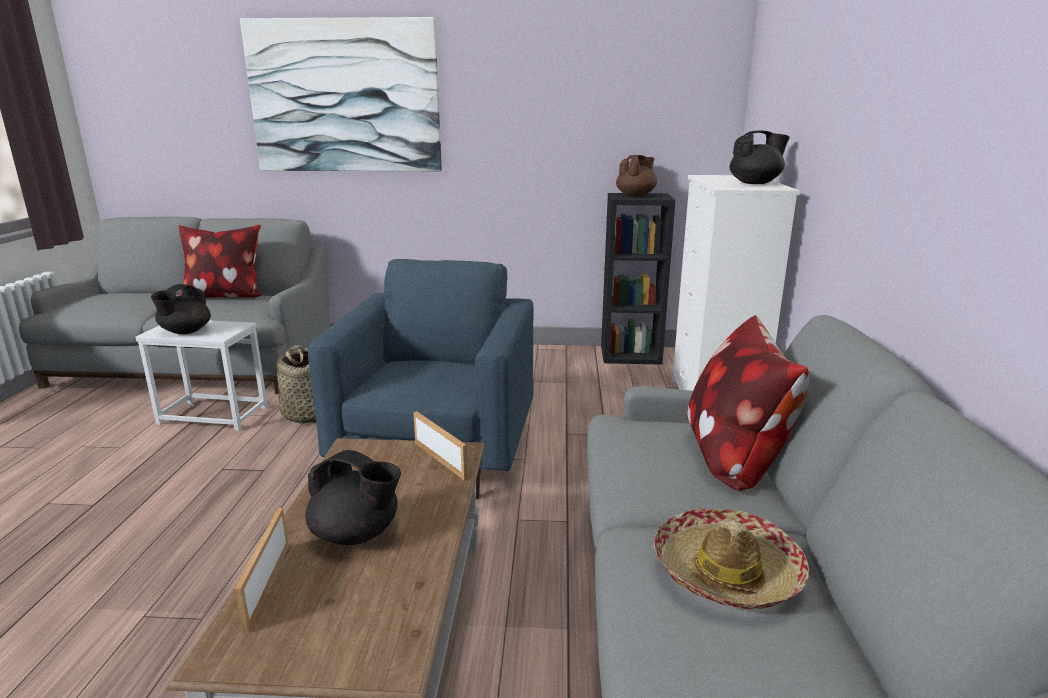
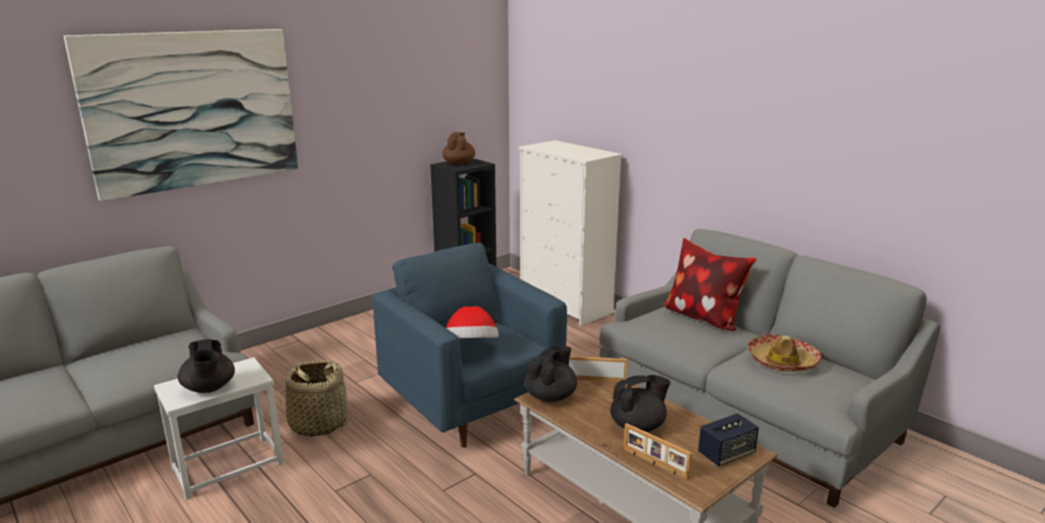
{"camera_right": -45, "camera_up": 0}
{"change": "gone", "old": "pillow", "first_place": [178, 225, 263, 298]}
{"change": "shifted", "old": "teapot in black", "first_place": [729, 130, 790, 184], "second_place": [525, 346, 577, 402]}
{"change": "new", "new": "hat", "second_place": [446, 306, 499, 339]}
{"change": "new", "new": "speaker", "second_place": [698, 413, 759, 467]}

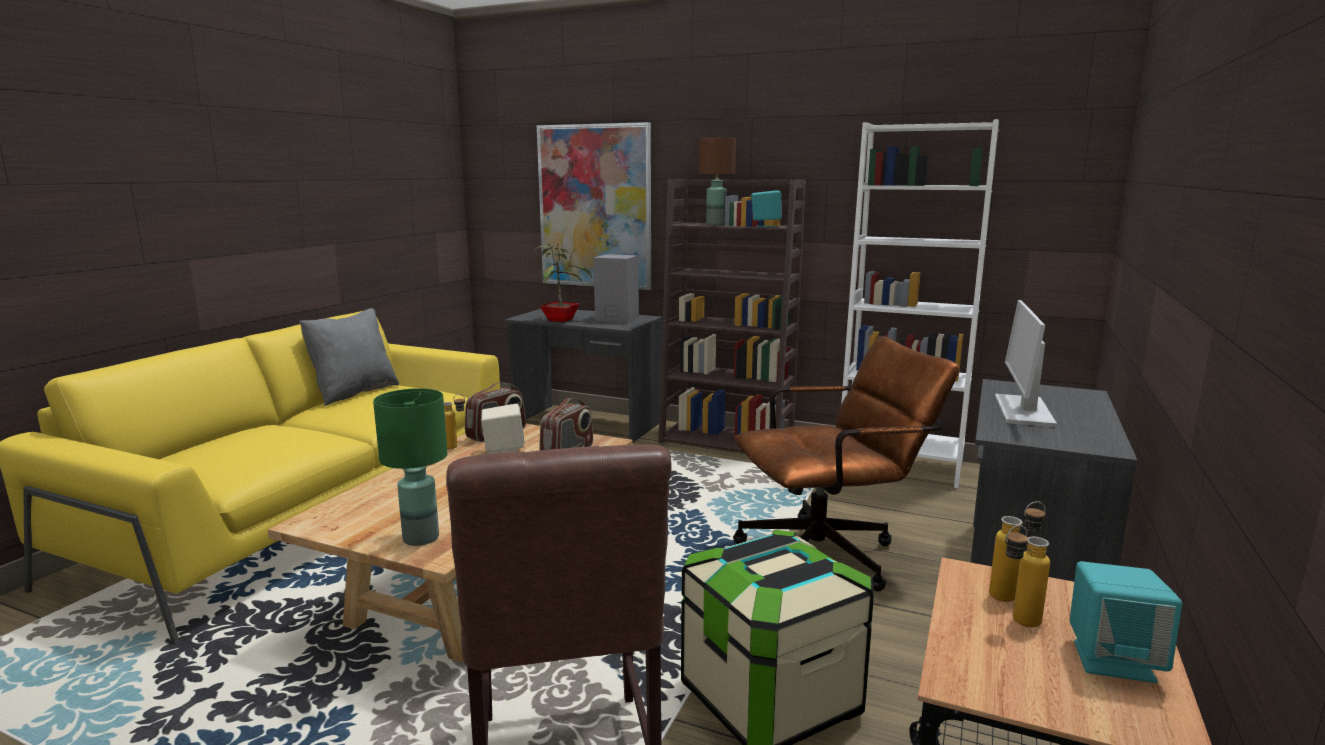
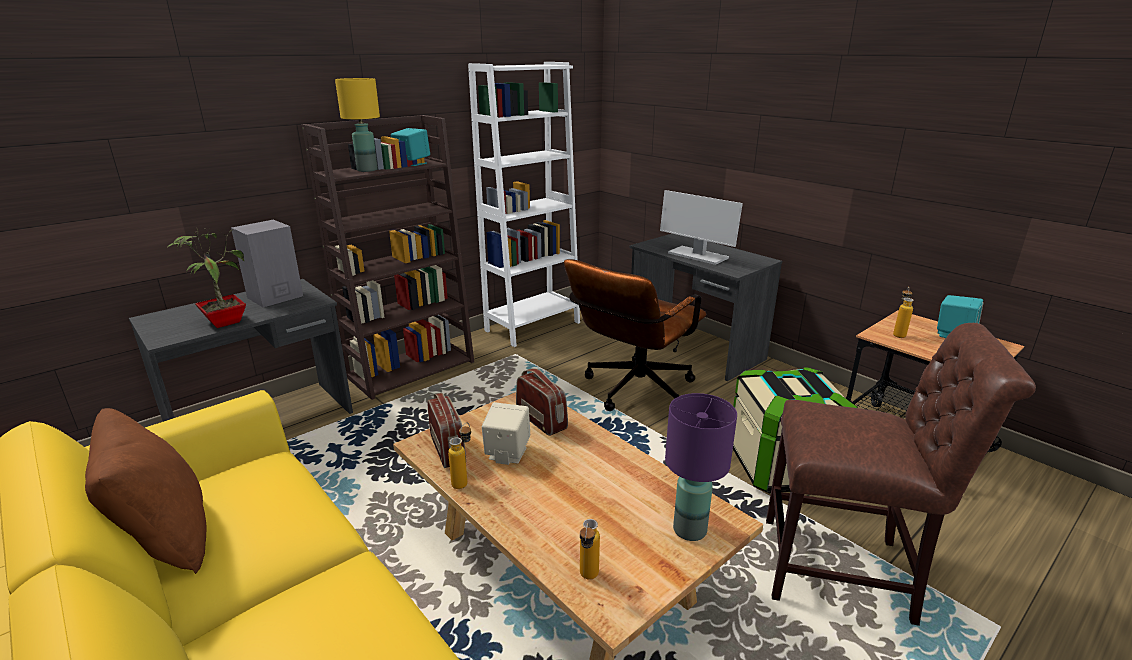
{"camera_right": -65, "camera_up": 10}
{"change": "repainted", "old": "pillow in grey", "new": "pillow in brown", "first_place": [299, 308, 399, 406], "second_place": [85, 408, 206, 574]}
{"change": "repainted", "old": "table lamp in green", "new": "table lamp in purple", "first_place": [373, 388, 448, 546], "second_place": [665, 393, 737, 541]}
{"change": "gone", "old": "picture", "first_place": [537, 122, 651, 290]}
{"change": "repainted", "old": "table lamp in brown", "new": "table lamp in yellow", "first_place": [699, 137, 736, 225], "second_place": [335, 78, 380, 172]}
{"change": "rotated", "old": "office chair in brown", "first_place": [733, 336, 959, 592], "second_place": [564, 259, 706, 411], "degrees": -150}
{"change": "shifted", "old": "bottle", "first_place": [1005, 525, 1050, 627], "second_place": [580, 519, 600, 580]}

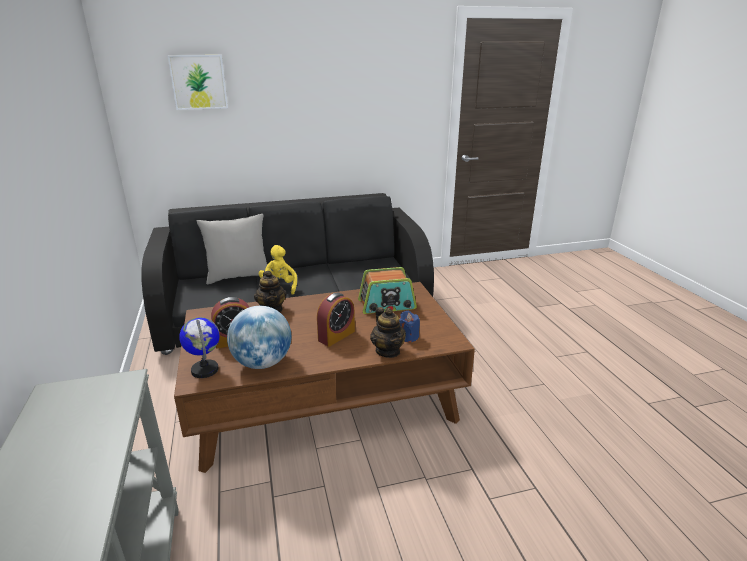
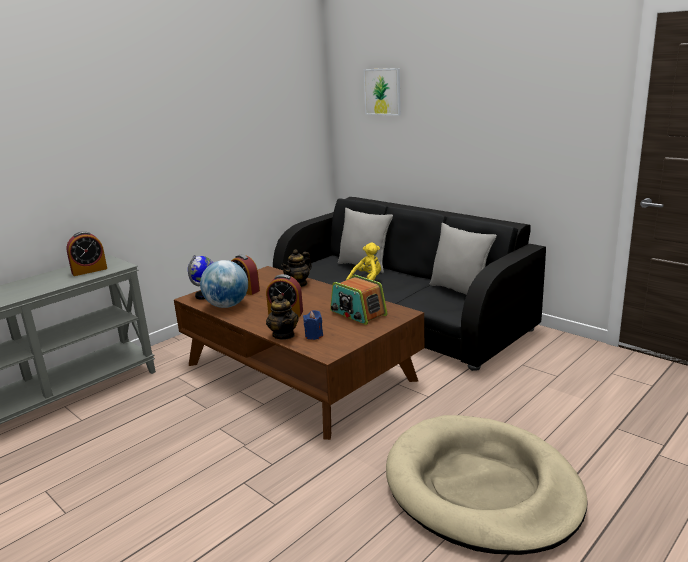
{"camera_right": 60, "camera_up": -5}
{"change": "rotated", "old": "teapot", "first_place": [370, 307, 406, 358], "second_place": [266, 294, 299, 340], "degrees": -60}
{"change": "new", "new": "alarm clock", "second_place": [66, 231, 107, 276]}
{"change": "new", "new": "dog bed in beige", "second_place": [386, 415, 588, 555]}
{"change": "new", "new": "pillow in grey", "second_place": [430, 223, 497, 295]}

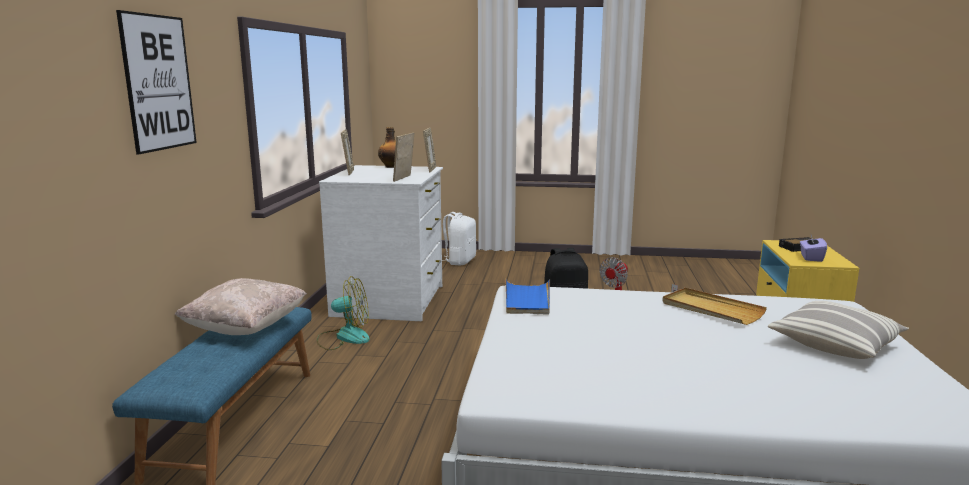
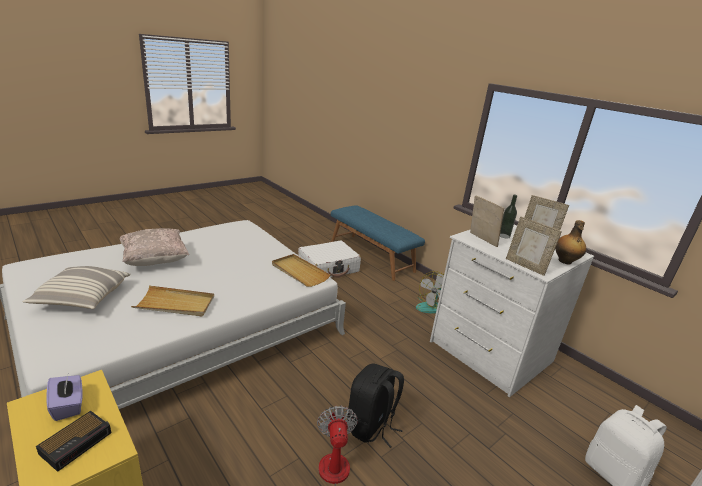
{"camera_right": 130, "camera_up": 10}
{"change": "gone", "old": "picture", "first_place": [116, 10, 197, 154]}
{"change": "shifted", "old": "pillow in beige", "first_place": [174, 278, 307, 335], "second_place": [120, 228, 189, 266]}
{"change": "repainted", "old": "tray in blue", "new": "tray in beige", "first_place": [505, 278, 550, 314], "second_place": [272, 254, 330, 287]}
{"change": "new", "new": "suitcase in white", "second_place": [298, 241, 361, 278]}
{"change": "new", "new": "bottle", "second_place": [500, 195, 517, 239]}

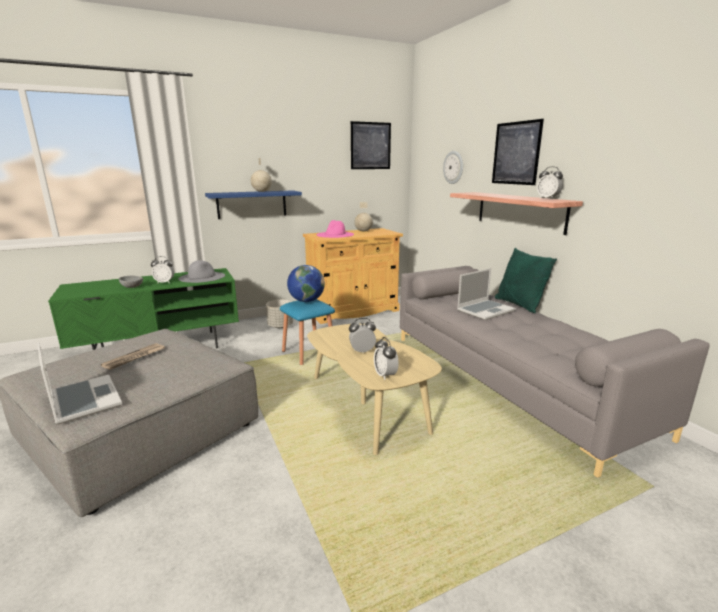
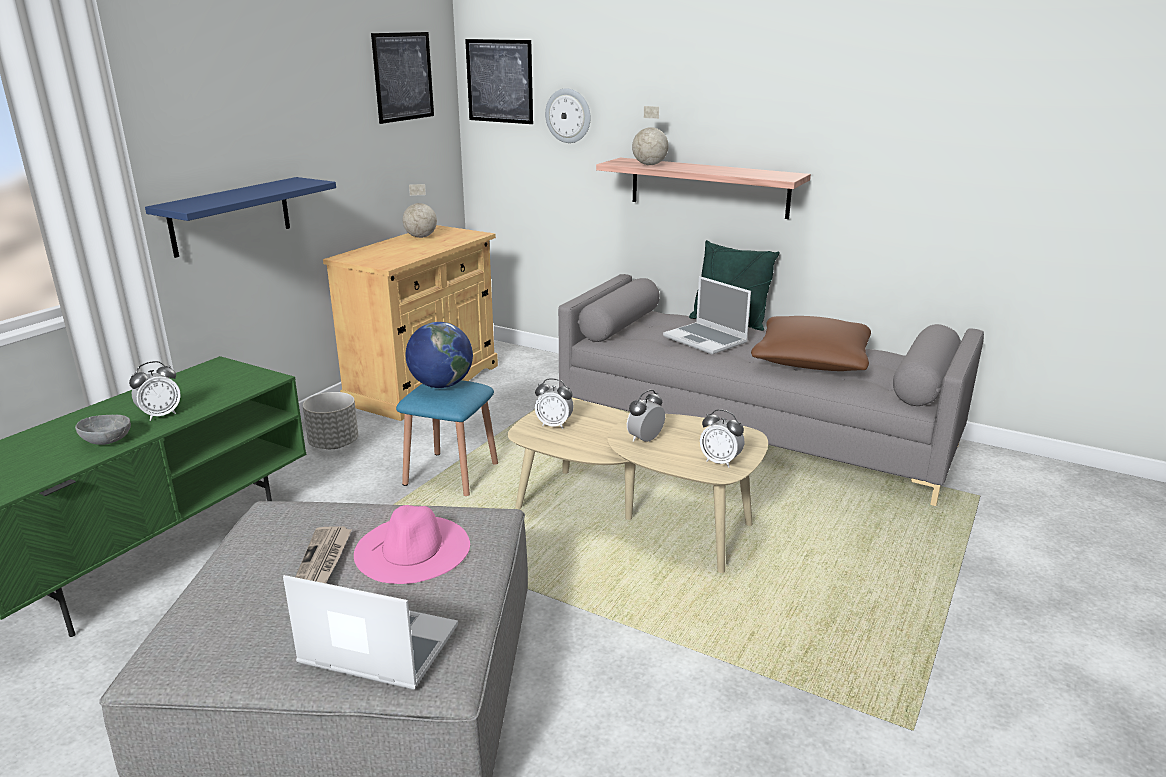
{"camera_right": -35, "camera_up": 5}
{"change": "gone", "old": "hat in grey", "first_place": [178, 260, 225, 283]}
{"change": "shifted", "old": "globe", "first_place": [251, 158, 272, 192], "second_place": [632, 106, 669, 165]}
{"change": "shifted", "old": "hat in pink", "first_place": [317, 220, 354, 238], "second_place": [354, 505, 470, 584]}
{"change": "rotated", "old": "laptop", "first_place": [457, 268, 516, 320], "second_place": [663, 276, 751, 354], "degrees": 120}
{"change": "shifted", "old": "picture", "first_place": [492, 119, 544, 185], "second_place": [465, 39, 533, 124]}
{"change": "shifted", "old": "alarm clock", "first_place": [537, 166, 563, 199], "second_place": [535, 378, 574, 429]}
{"change": "new", "new": "pillow in brown", "second_place": [751, 316, 871, 371]}

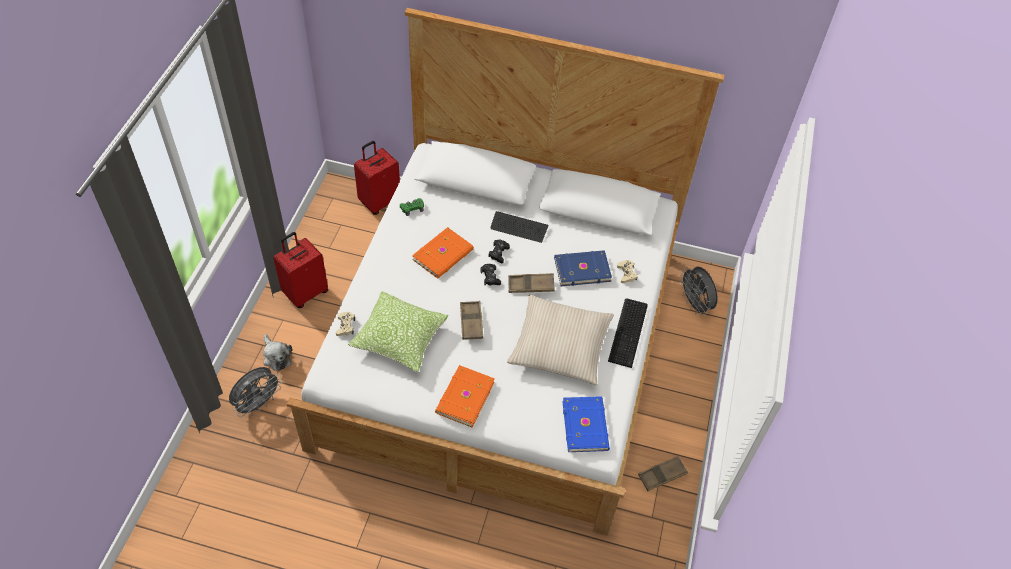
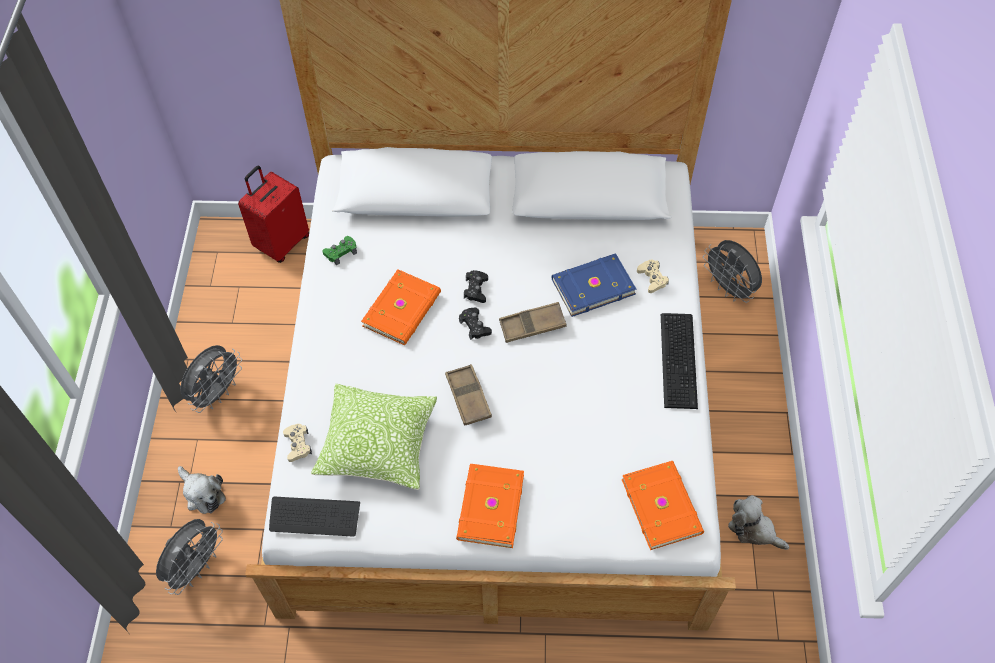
{"camera_right": -10, "camera_up": 5}
{"change": "swapped", "old": "suitcase in red", "new": "fan in grey", "first_place": [273, 232, 328, 308], "second_place": [180, 345, 242, 413]}
{"change": "shifted", "old": "keyboard", "first_place": [491, 211, 549, 243], "second_place": [269, 497, 360, 537]}
{"change": "gone", "old": "pillow in beige", "first_place": [507, 295, 614, 385]}
{"change": "repainted", "old": "book in blue", "new": "book in orange", "first_place": [562, 396, 610, 452], "second_place": [622, 461, 704, 550]}
{"change": "swapped", "old": "tray in brown", "new": "plush toy", "first_place": [638, 456, 688, 491], "second_place": [728, 495, 789, 550]}

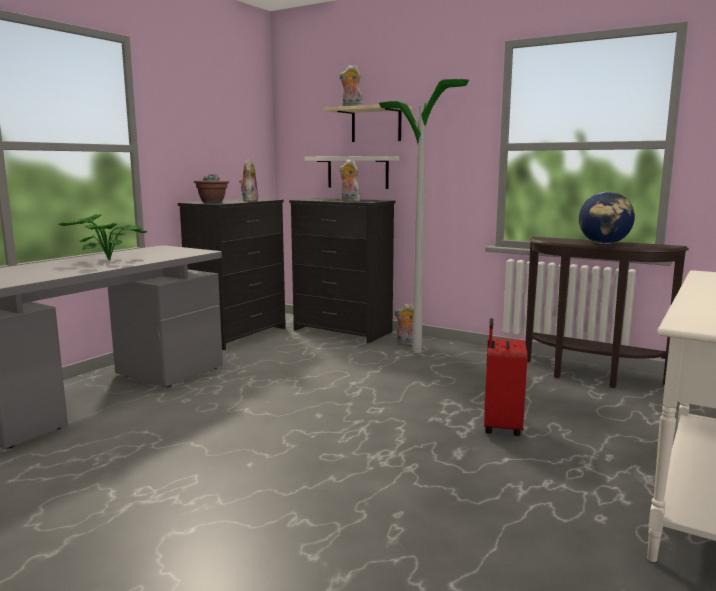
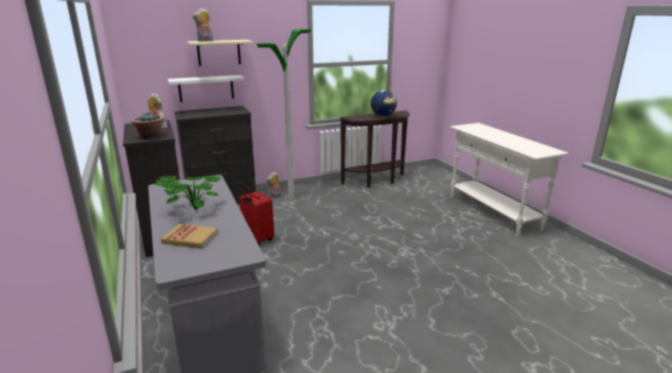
{"camera_right": -55, "camera_up": 10}
{"change": "gone", "old": "plush toy", "first_place": [339, 159, 361, 201]}
{"change": "shifted", "old": "suitcase in red", "first_place": [484, 318, 528, 436], "second_place": [239, 186, 274, 245]}
{"change": "new", "new": "book", "second_place": [161, 224, 218, 249]}

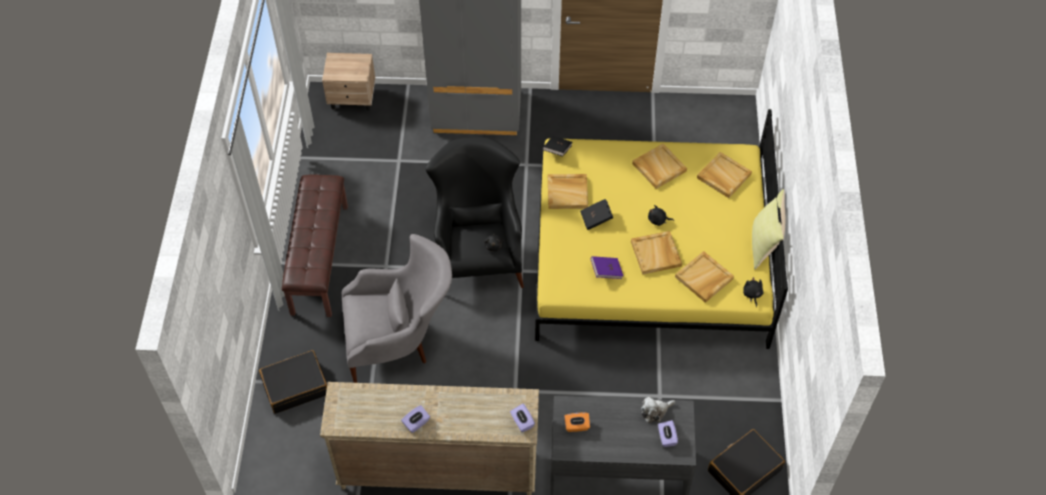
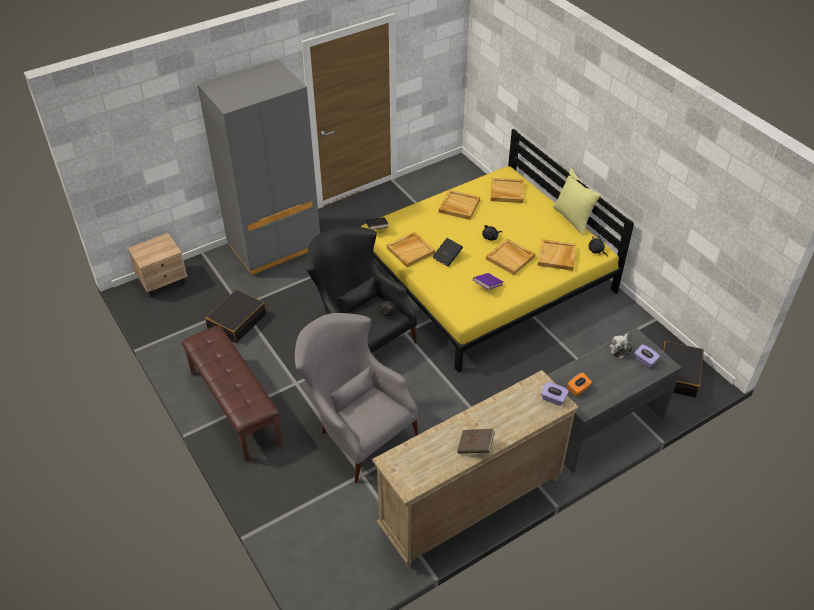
{"camera_right": -35, "camera_up": -10}
{"change": "shifted", "old": "suitcase in black", "first_place": [259, 350, 327, 414], "second_place": [205, 289, 266, 343]}
{"change": "rotated", "old": "armchair in grey", "first_place": [342, 234, 452, 383], "second_place": [295, 313, 419, 483], "degrees": -90}
{"change": "swapped", "old": "tissue box in purple", "new": "book in brown", "first_place": [401, 405, 430, 433], "second_place": [457, 428, 495, 454]}

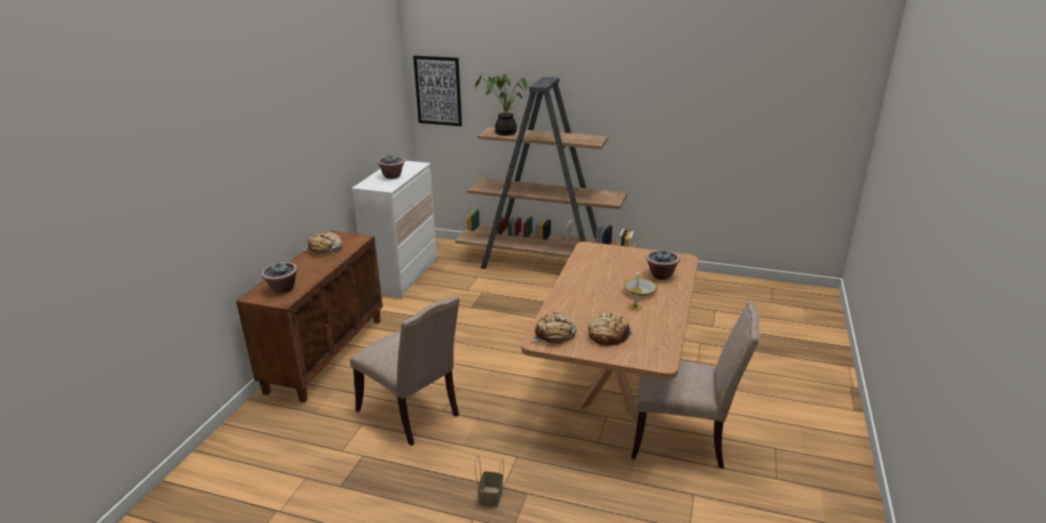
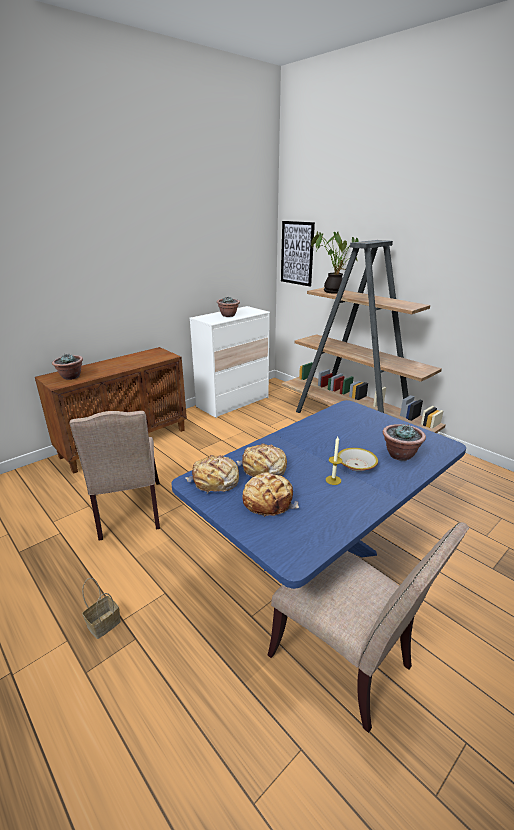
{"camera_right": 30, "camera_up": 0}
{"change": "shifted", "old": "bread", "first_place": [304, 231, 342, 255], "second_place": [237, 443, 287, 477]}
{"change": "repainted", "old": "dining table in brown", "new": "dining table in blue", "first_place": [521, 242, 698, 420], "second_place": [172, 400, 466, 589]}

